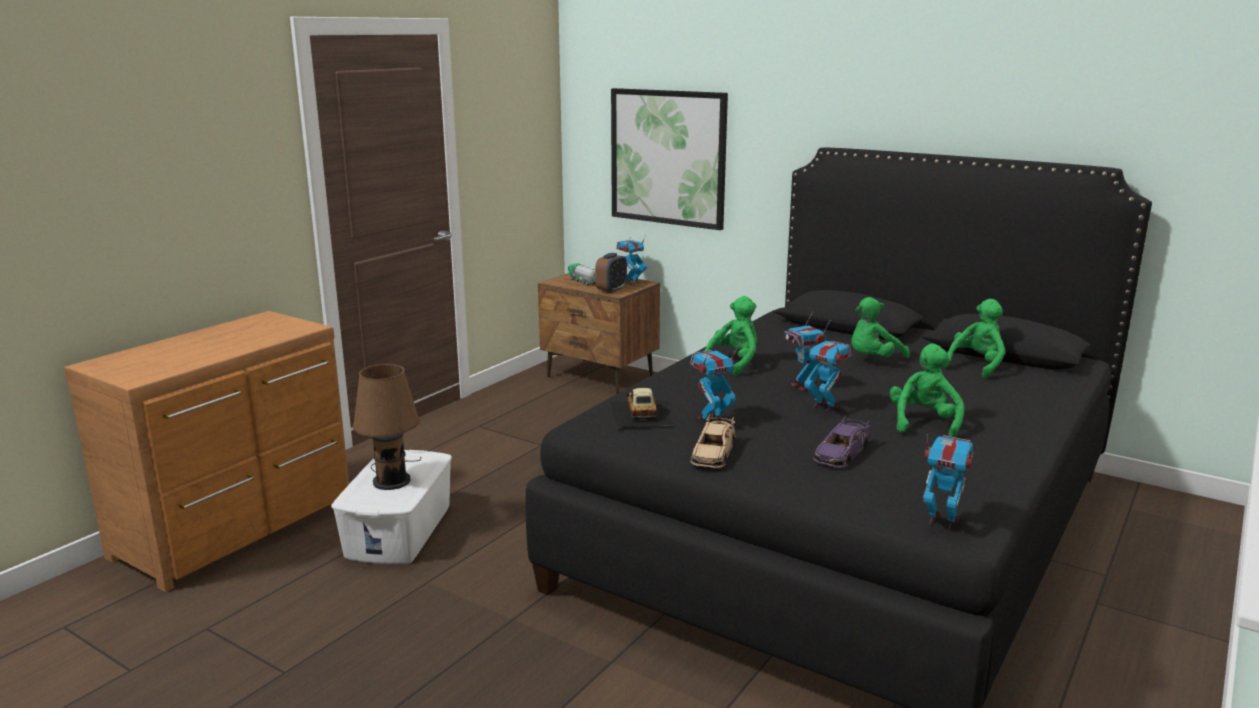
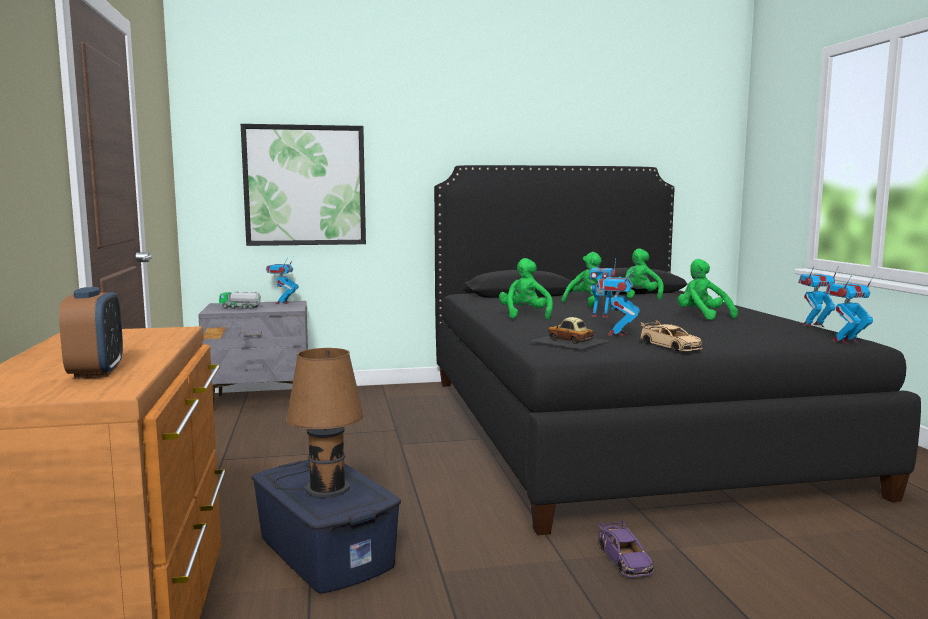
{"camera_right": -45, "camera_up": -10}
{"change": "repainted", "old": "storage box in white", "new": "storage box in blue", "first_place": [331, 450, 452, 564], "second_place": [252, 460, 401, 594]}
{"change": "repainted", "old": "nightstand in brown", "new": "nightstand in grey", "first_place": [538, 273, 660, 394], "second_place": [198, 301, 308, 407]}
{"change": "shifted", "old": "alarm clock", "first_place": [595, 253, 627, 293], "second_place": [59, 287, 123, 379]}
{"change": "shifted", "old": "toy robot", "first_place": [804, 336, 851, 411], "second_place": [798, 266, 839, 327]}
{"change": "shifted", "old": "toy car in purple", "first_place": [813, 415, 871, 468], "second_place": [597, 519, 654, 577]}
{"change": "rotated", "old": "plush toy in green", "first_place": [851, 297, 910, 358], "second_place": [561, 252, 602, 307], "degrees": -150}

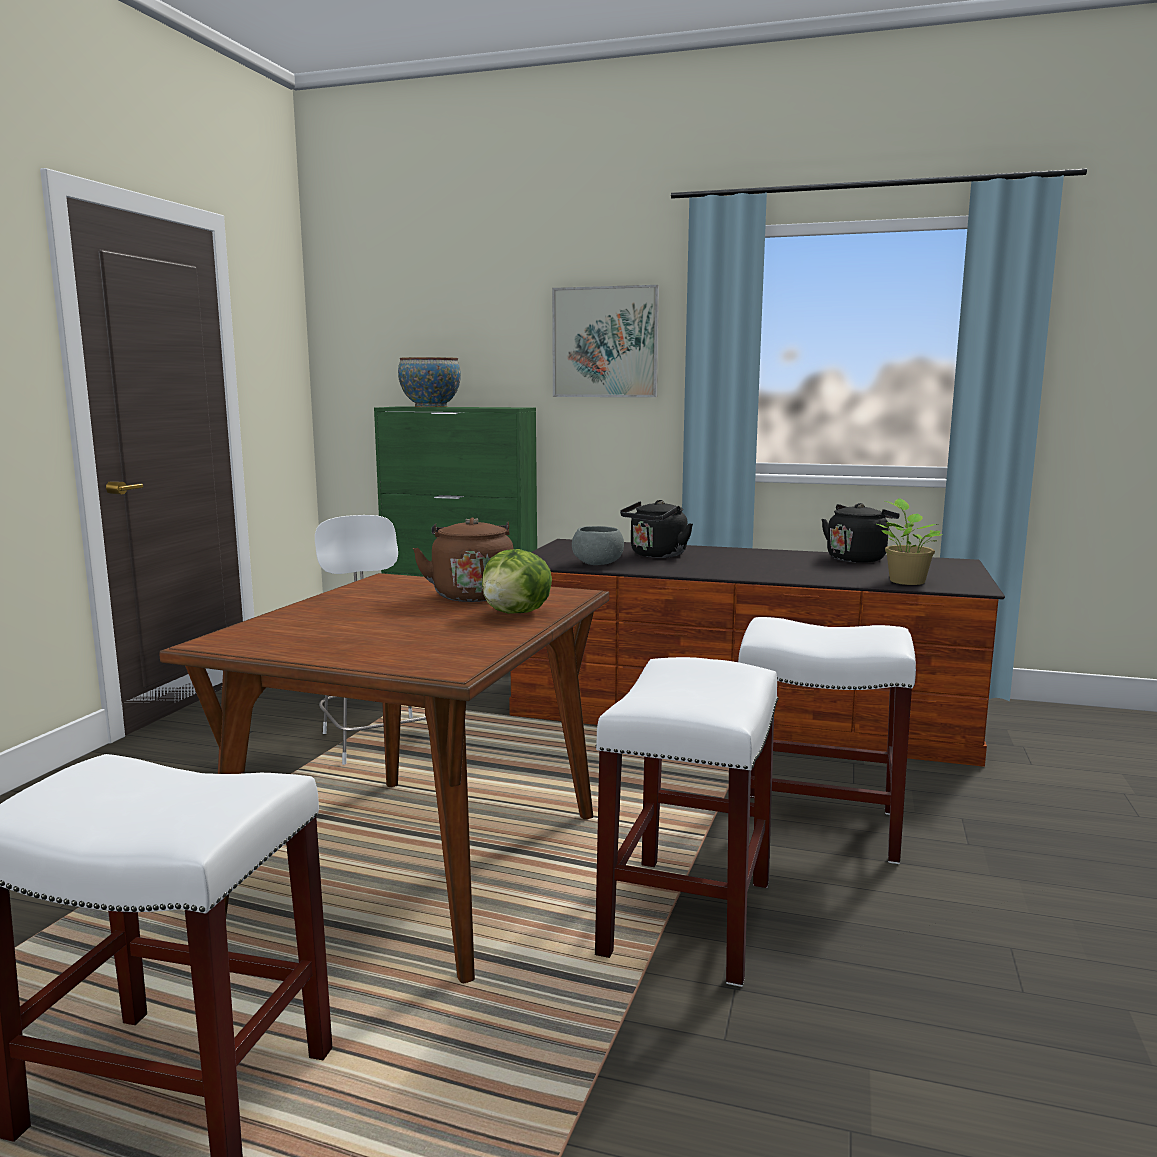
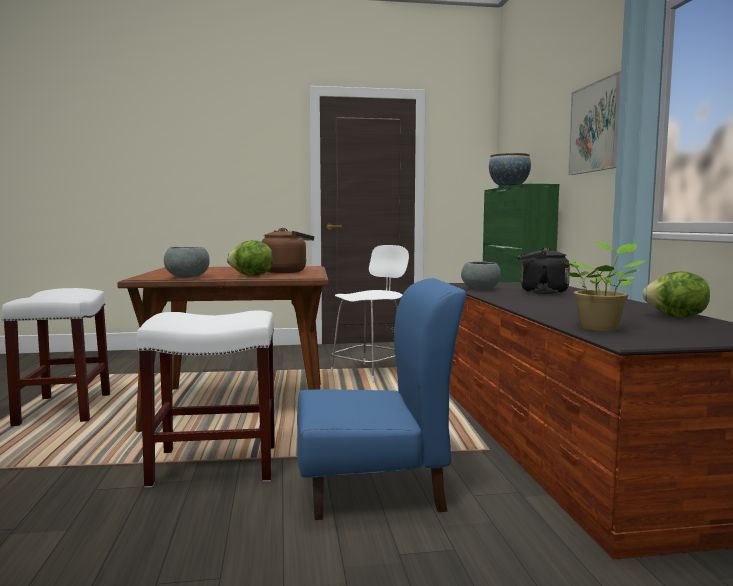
{"camera_right": 65, "camera_up": -5}
{"change": "swapped", "old": "stool in white", "new": "chair in blue", "first_place": [738, 617, 916, 864], "second_place": [297, 278, 466, 520]}
{"change": "swapped", "old": "kettle in black", "new": "lettuce", "first_place": [821, 503, 900, 563], "second_place": [642, 271, 710, 317]}
{"change": "new", "new": "bowl in grey", "second_place": [164, 247, 210, 278]}

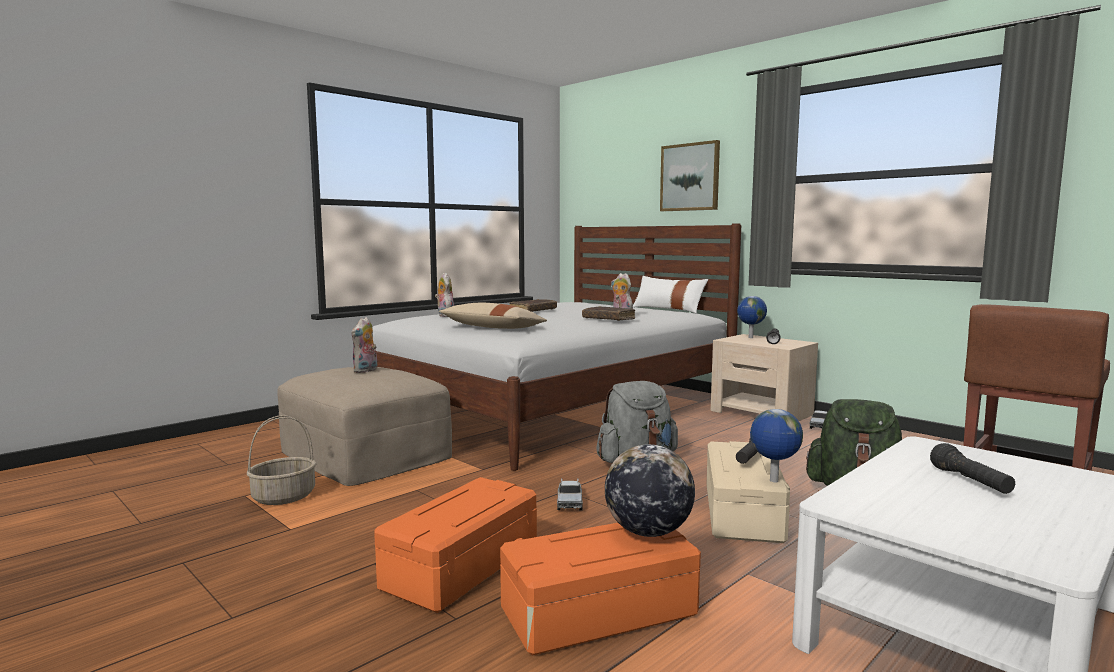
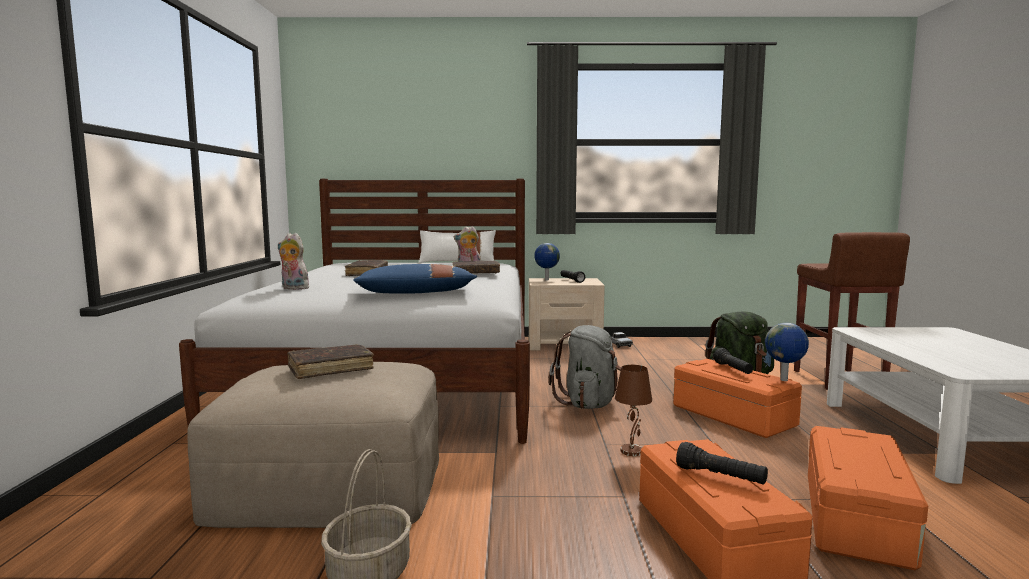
{"camera_right": -45, "camera_up": 0}
{"change": "swapped", "old": "plush toy", "new": "book in brown", "first_place": [351, 317, 377, 373], "second_place": [287, 344, 374, 379]}
{"change": "repainted", "old": "pillow in beige", "new": "pillow in blue", "first_place": [439, 303, 547, 329], "second_place": [353, 264, 477, 294]}
{"change": "swapped", "old": "toy truck", "new": "table lamp in brown", "first_place": [557, 478, 583, 511], "second_place": [615, 365, 652, 456]}
{"change": "gone", "old": "globe", "first_place": [605, 444, 695, 537]}
{"change": "gone", "old": "picture", "first_place": [660, 140, 720, 211]}
{"change": "repainted", "old": "storage box in beige", "new": "storage box in orange", "first_place": [707, 441, 790, 543], "second_place": [673, 359, 802, 438]}
{"change": "shifted", "old": "flashlight in black", "first_place": [930, 443, 1015, 494], "second_place": [676, 442, 768, 485]}

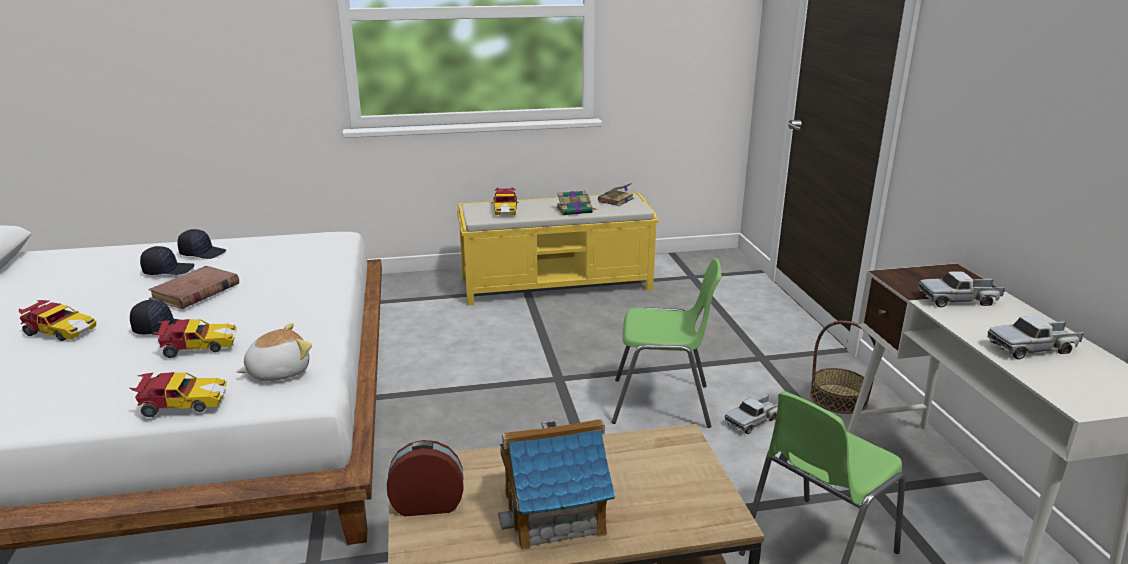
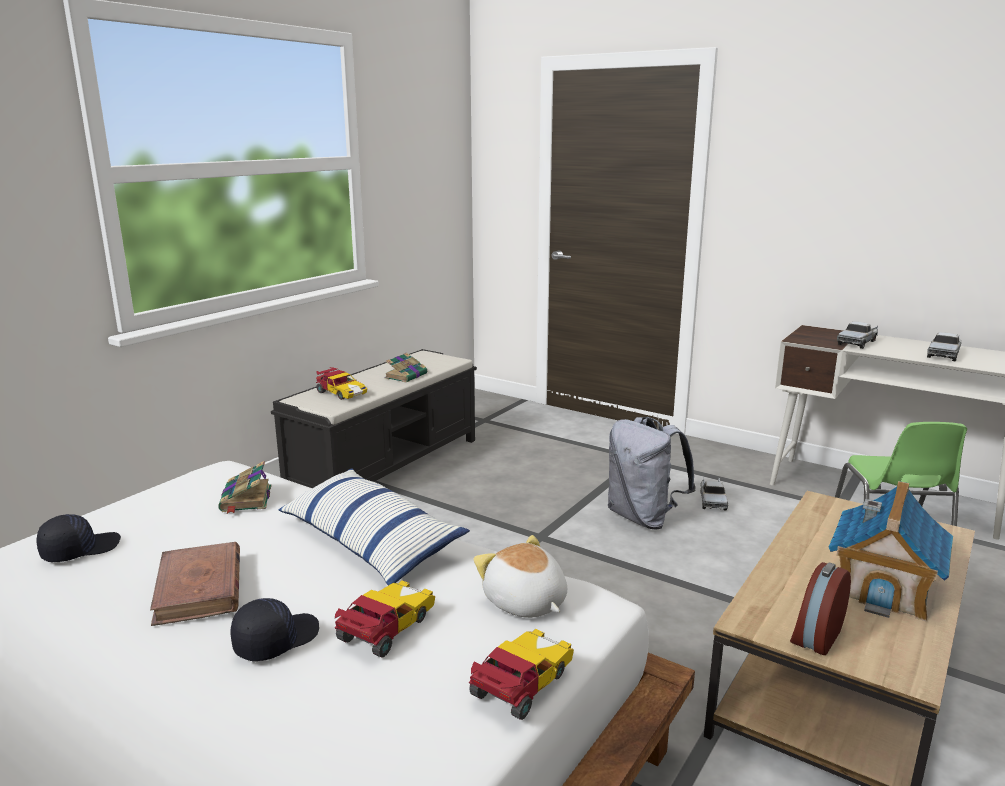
{"camera_right": -45, "camera_up": -5}
{"change": "gone", "old": "toy car", "first_place": [19, 300, 96, 341]}
{"change": "gone", "old": "cap in black", "first_place": [140, 246, 194, 275]}
{"change": "rotated", "old": "plush toy", "first_place": [237, 323, 312, 381], "second_place": [473, 535, 567, 618], "degrees": -45}
{"change": "repainted", "old": "bench in yellow", "new": "bench in black", "first_place": [457, 193, 659, 305], "second_place": [271, 349, 477, 488]}
{"change": "shifted", "old": "book", "first_place": [598, 183, 634, 206], "second_place": [218, 461, 271, 514]}
{"change": "swapped", "old": "chair in green", "new": "backpack in grey", "first_place": [612, 258, 721, 428], "second_place": [608, 417, 696, 529]}
{"change": "gone", "old": "basket", "first_place": [810, 321, 876, 414]}
{"change": "new", "new": "pillow", "second_place": [279, 468, 470, 586]}

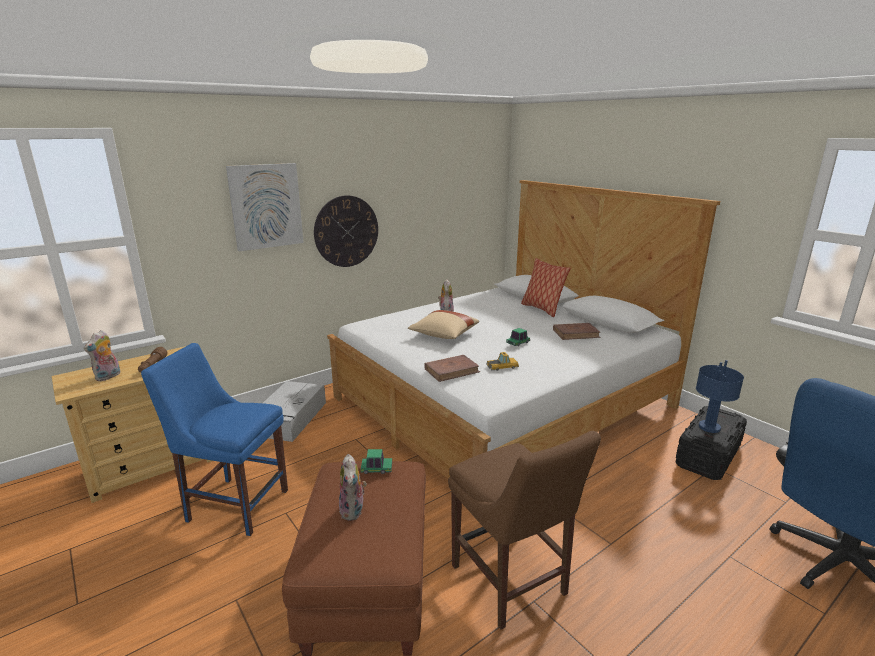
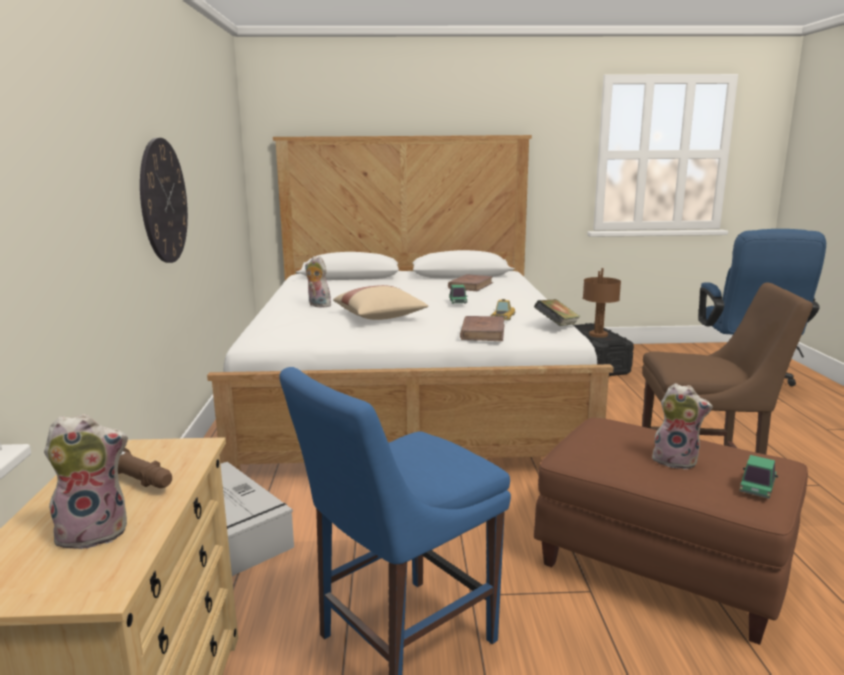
{"camera_right": -55, "camera_up": -5}
{"change": "rotated", "old": "plush toy", "first_place": [84, 330, 121, 381], "second_place": [44, 414, 128, 549], "degrees": -75}
{"change": "gone", "old": "picture", "first_place": [226, 163, 304, 251]}
{"change": "shifted", "old": "toy car", "first_place": [360, 449, 392, 474], "second_place": [739, 455, 778, 499]}
{"change": "gone", "old": "pillow", "first_place": [521, 258, 571, 317]}
{"change": "repainted", "old": "table lamp in blue", "new": "table lamp in brown", "first_place": [696, 360, 744, 433], "second_place": [583, 268, 621, 338]}
{"change": "new", "new": "book", "second_place": [534, 299, 580, 326]}

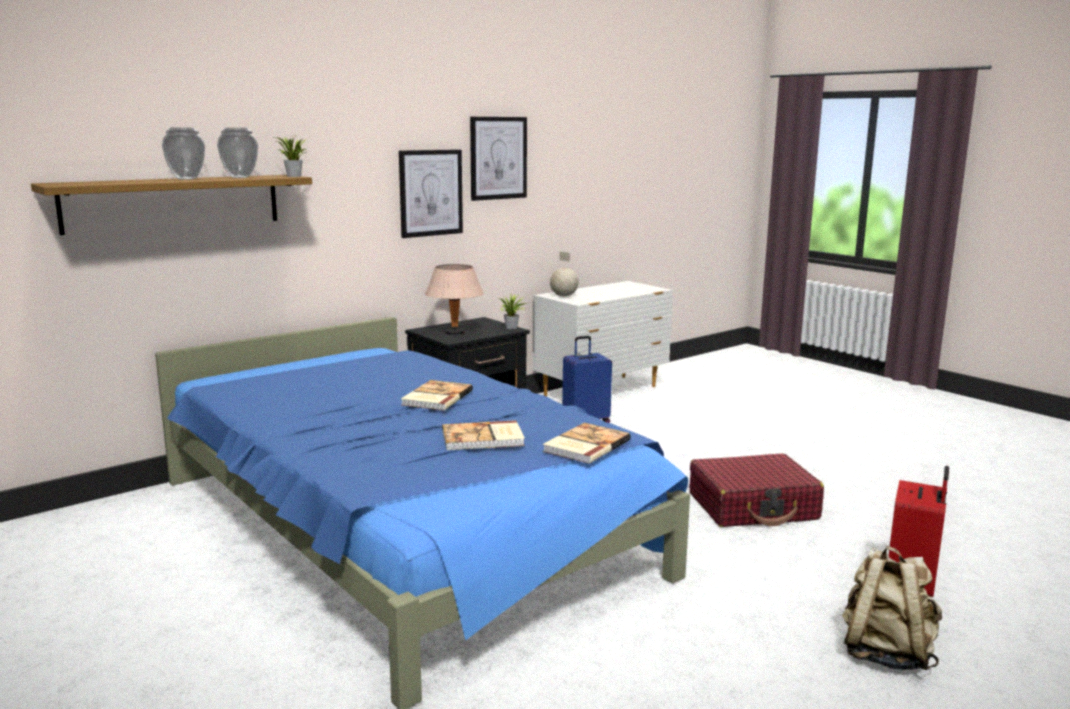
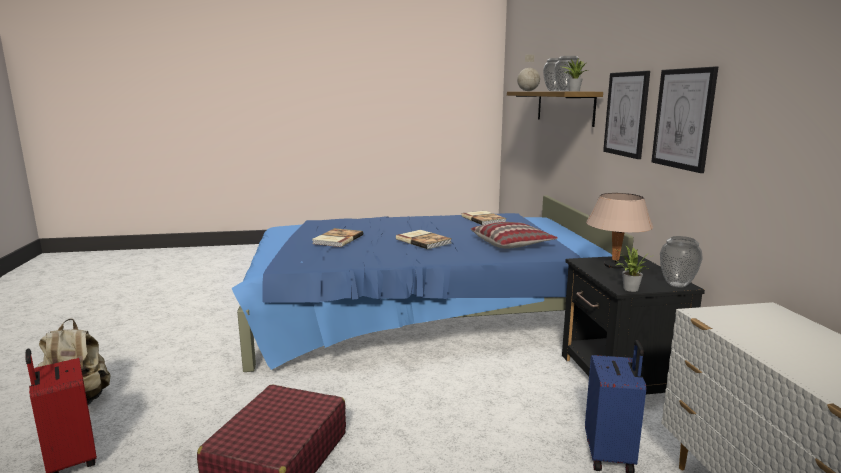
{"camera_right": 120, "camera_up": 0}
{"change": "shifted", "old": "picture", "first_place": [470, 117, 527, 201], "second_place": [603, 71, 650, 159]}
{"change": "shifted", "old": "book", "first_place": [543, 423, 631, 464], "second_place": [461, 211, 506, 225]}
{"change": "shifted", "old": "globe", "first_place": [550, 251, 578, 297], "second_place": [517, 55, 540, 91]}
{"change": "new", "new": "pillow", "second_place": [470, 222, 558, 249]}
{"change": "new", "new": "vase", "second_place": [660, 236, 703, 287]}

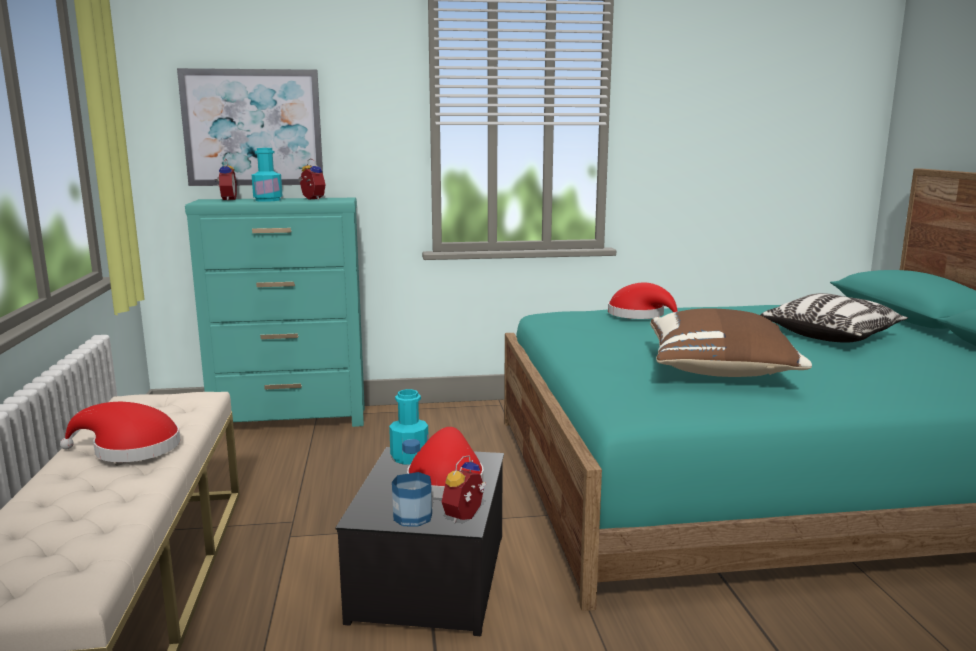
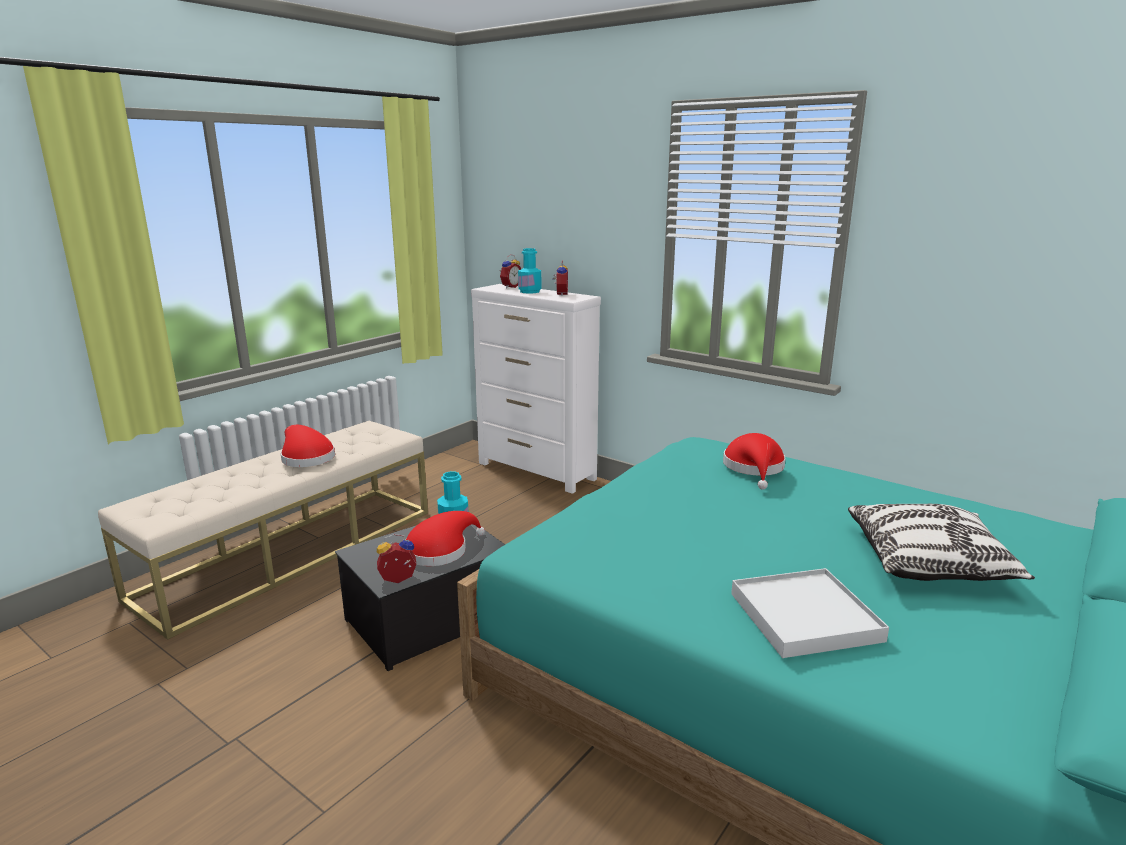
{"camera_right": 45, "camera_up": 5}
{"change": "gone", "old": "picture", "first_place": [177, 68, 323, 186]}
{"change": "repainted", "old": "dresser in turquoise", "new": "dresser in white", "first_place": [185, 198, 365, 427], "second_place": [471, 284, 601, 494]}
{"change": "gone", "old": "bottle", "first_place": [392, 439, 432, 527]}
{"change": "gone", "old": "pillow in brown", "first_place": [650, 308, 812, 377]}
{"change": "new", "new": "tray in white", "second_place": [731, 568, 889, 658]}

